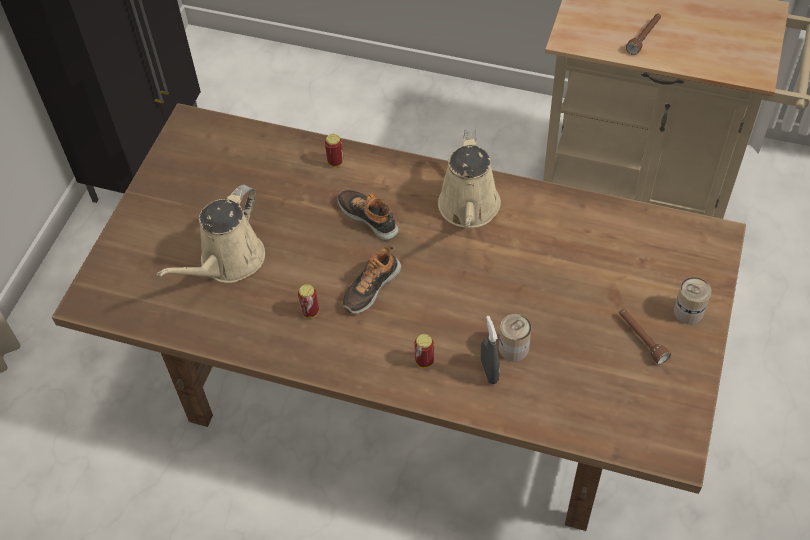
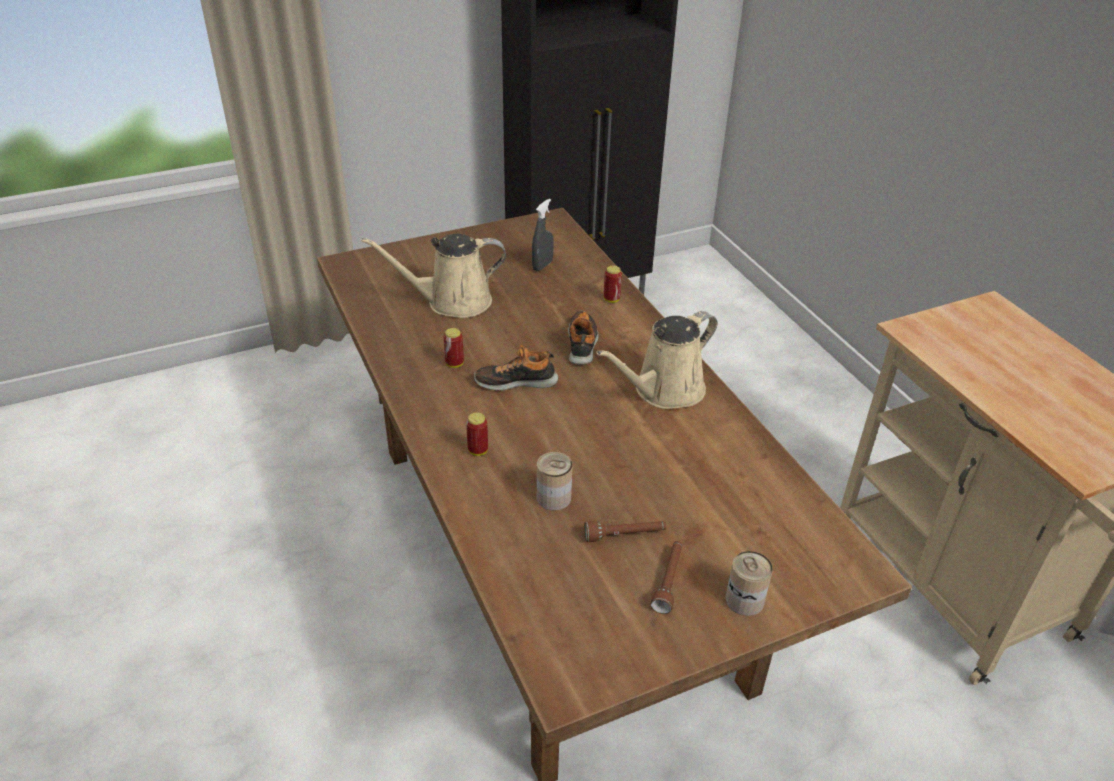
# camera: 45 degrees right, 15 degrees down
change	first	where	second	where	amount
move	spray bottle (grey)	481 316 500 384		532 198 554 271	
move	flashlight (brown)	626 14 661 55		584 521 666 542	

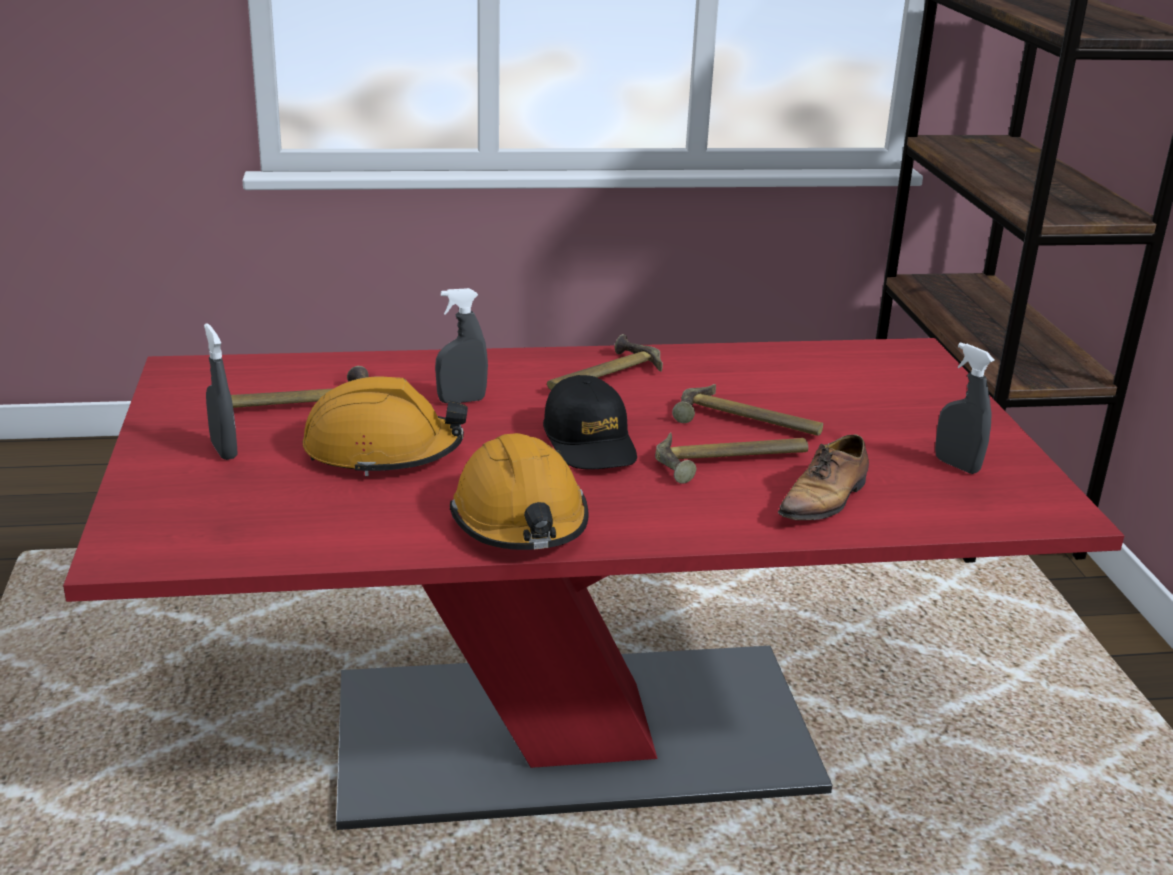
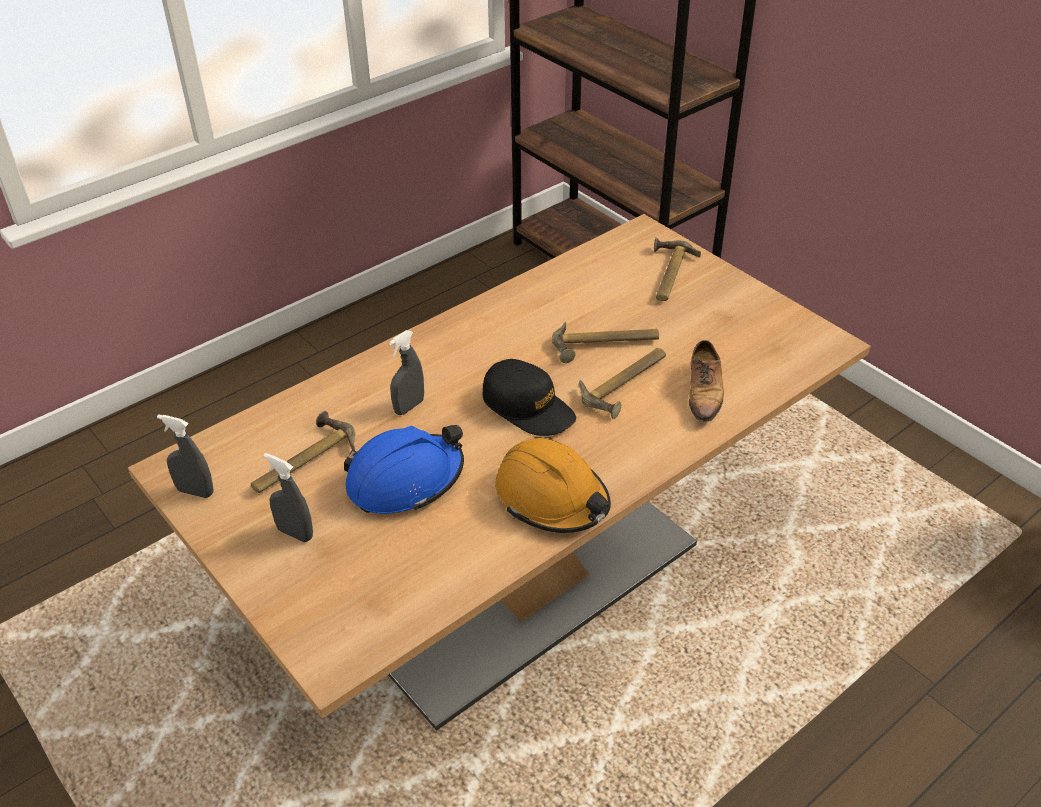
# camera: 30 degrees left, 15 degrees up
change	first	where	second	where	amount
recolor	dining table (red)	63 338 1125 830	dining table (beige)	128 214 870 731	
move	spray bottle (grey)	935 342 994 474		157 414 214 498	
recolor	hard hat (orange)	303 376 468 476	hard hat (blue)	344 425 464 514	
move	hammer	547 334 663 390		654 237 701 301	

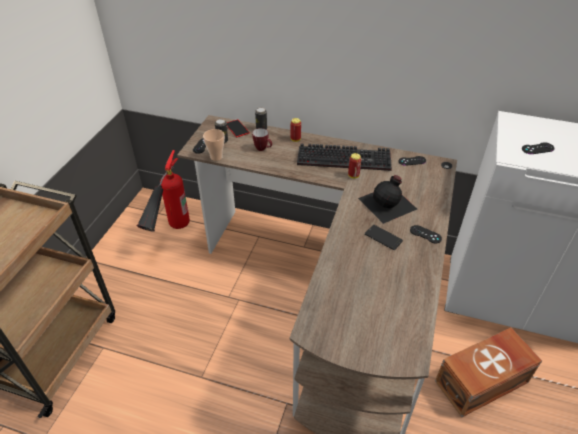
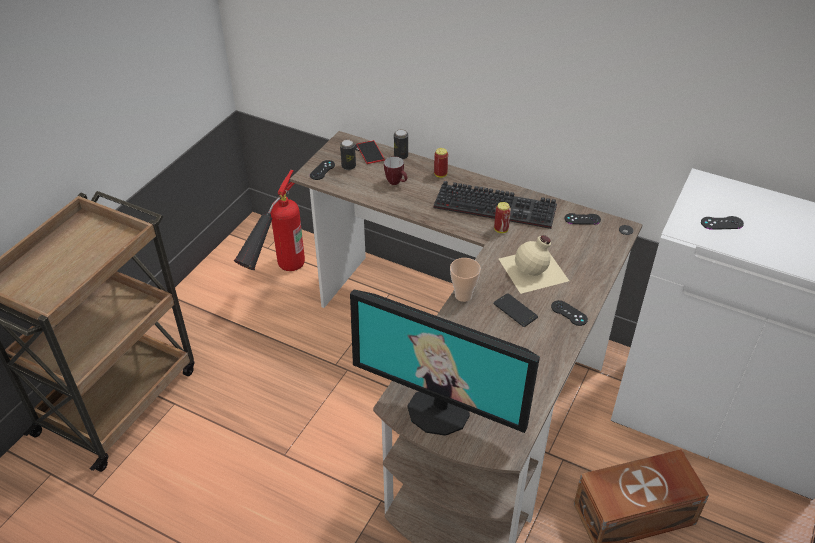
# camera: 10 degrees right, 0 degrees up
change	first	where	second	where	amount
insert			monitor	350 289 540 436	
move	cup	203 129 225 161		450 258 481 302	
recolor	bottle (black)	358 175 417 224	bottle (beige)	499 235 569 294	

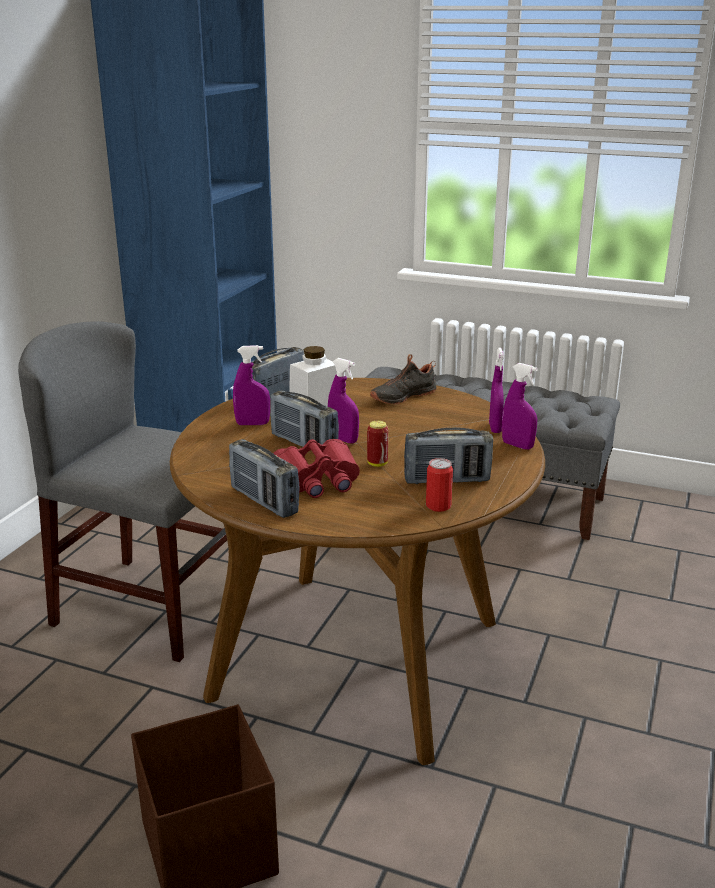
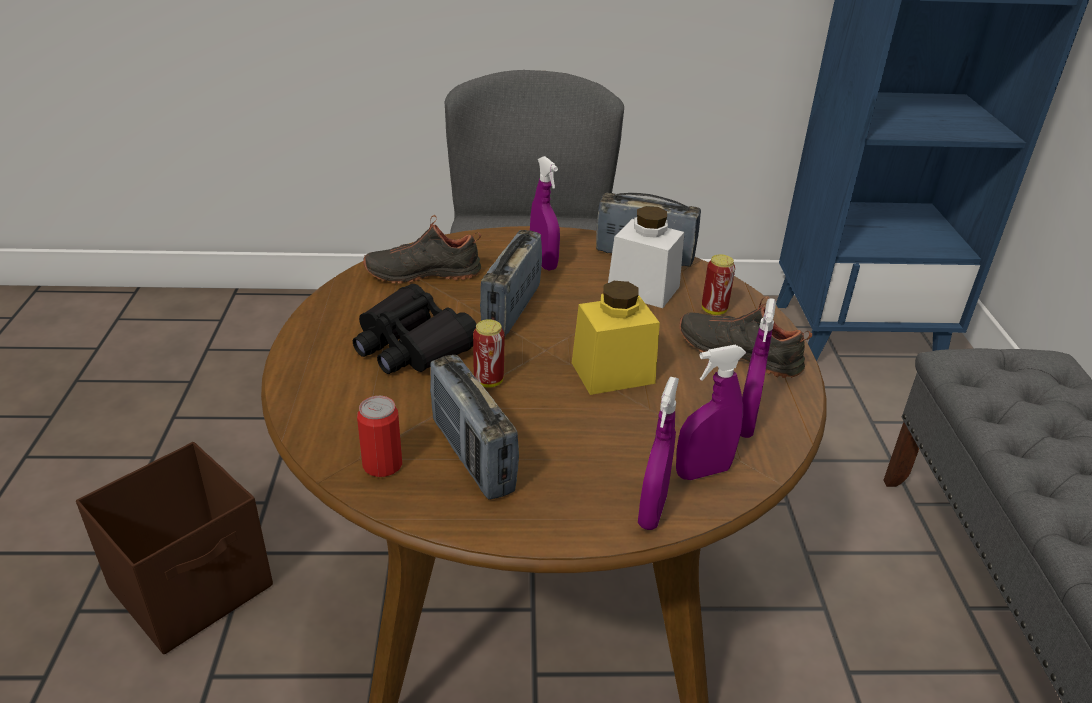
# camera: 65 degrees right, 10 degrees up
change	first	where	second	where	amount
recolor	binoculars (red)	273 439 360 498	binoculars (black)	353 284 477 374	
insert			shoe (black)	363 215 481 284	
insert			jar (yellow)	572 281 660 395	
insert			can	702 254 735 315	
move	spray bottle (purple)	328 358 359 444		740 298 776 438	
delete	radio	229 439 299 518			

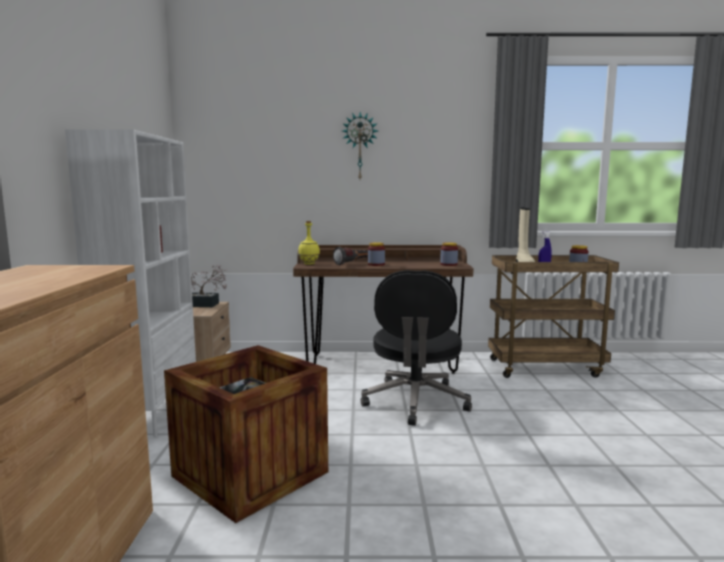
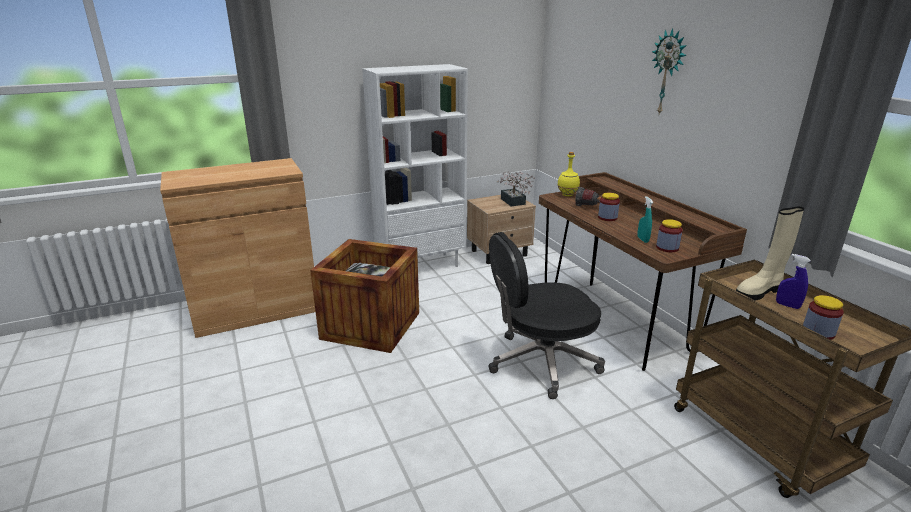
# camera: 65 degrees right, 15 degrees up
change	first	where	second	where	amount
insert			spray bottle (turquoise)	637 196 653 243	

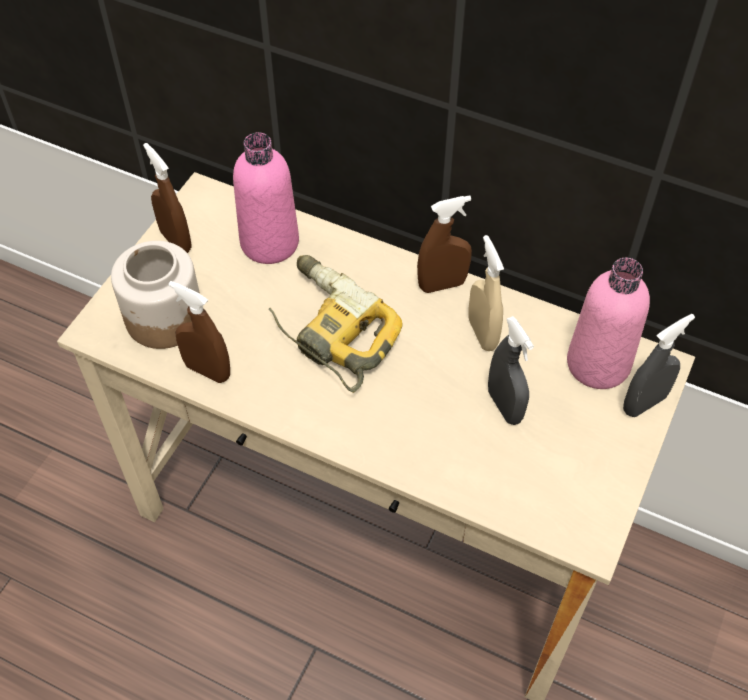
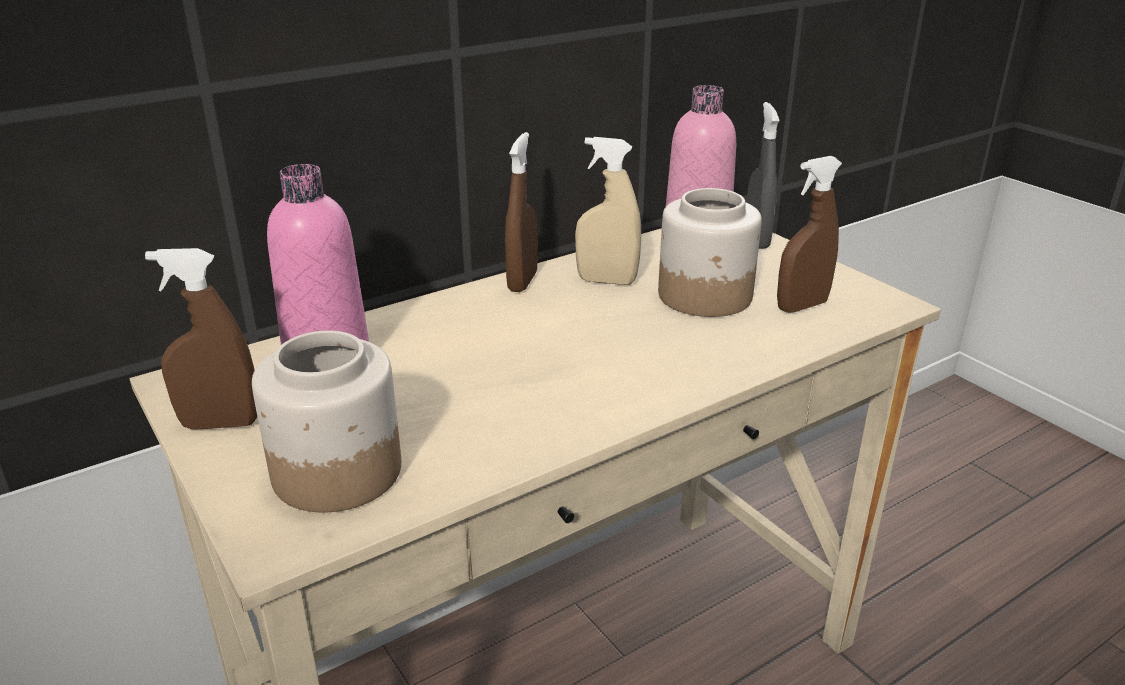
# camera: 60 degrees left, 25 degrees down
change	first	where	second	where	amount
replace	spray bottle (grey)	488 316 534 425	jar	658 188 762 317	
move	spray bottle (brown)	168 281 230 383		777 156 842 313	
delete	power drill	269 255 403 393			

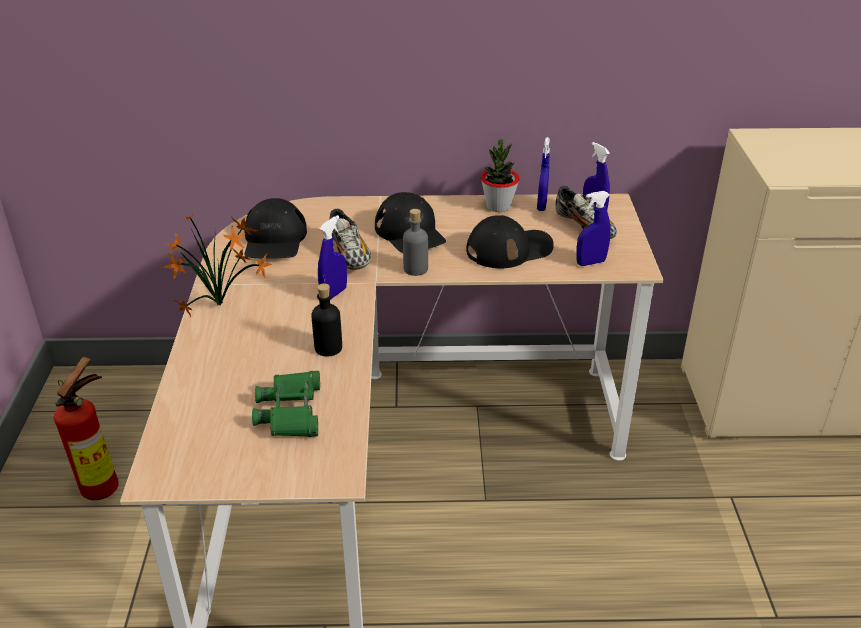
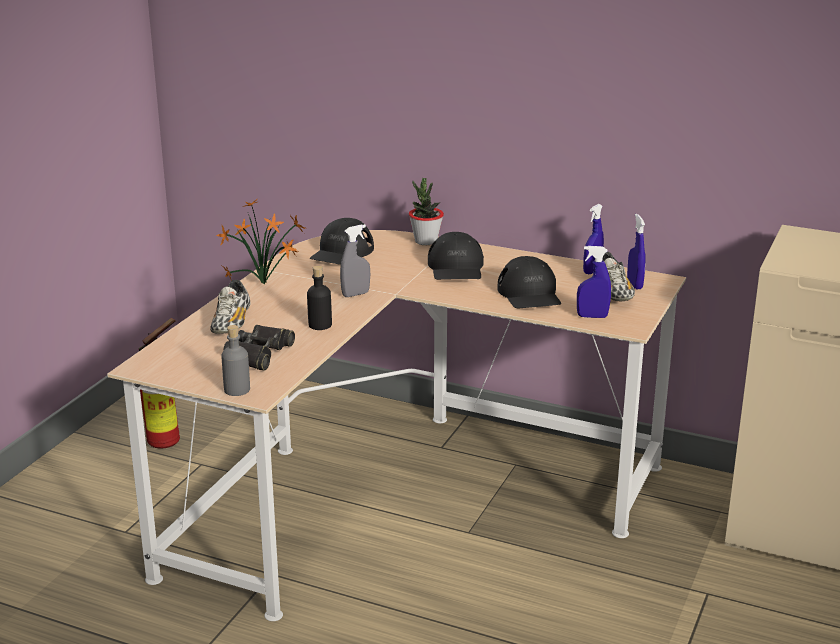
# camera: 25 degrees right, 10 degrees down
change	first	where	second	where	amount
move	shoe	329 209 371 270		210 280 251 334	
move	bottle (grey)	403 209 428 276		221 325 250 396	
recolor	binoculars (green)	252 371 320 437	binoculars (black)	223 325 295 371	
recolor	spray bottle (blue)	318 215 347 300	spray bottle (grey)	340 224 370 297	
move	potted plant	481 139 520 212		409 178 444 245	
rotate	cap (black)	466 215 554 268		497 256 561 308	75 degrees clockwise

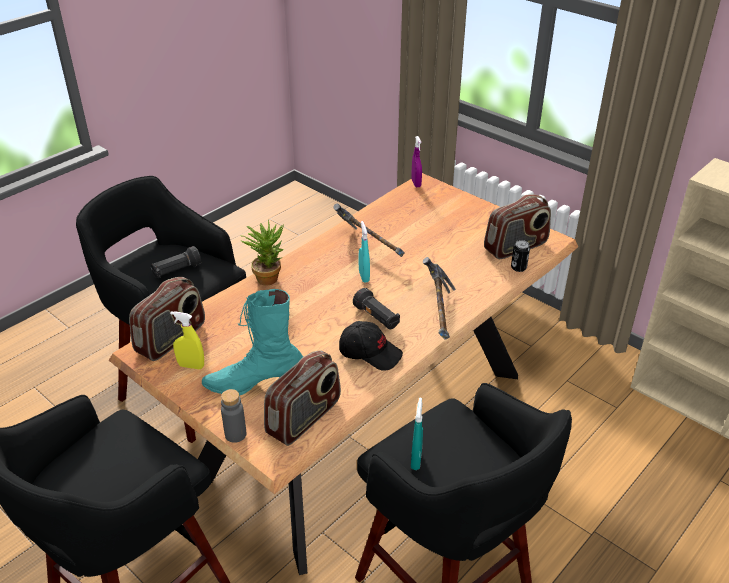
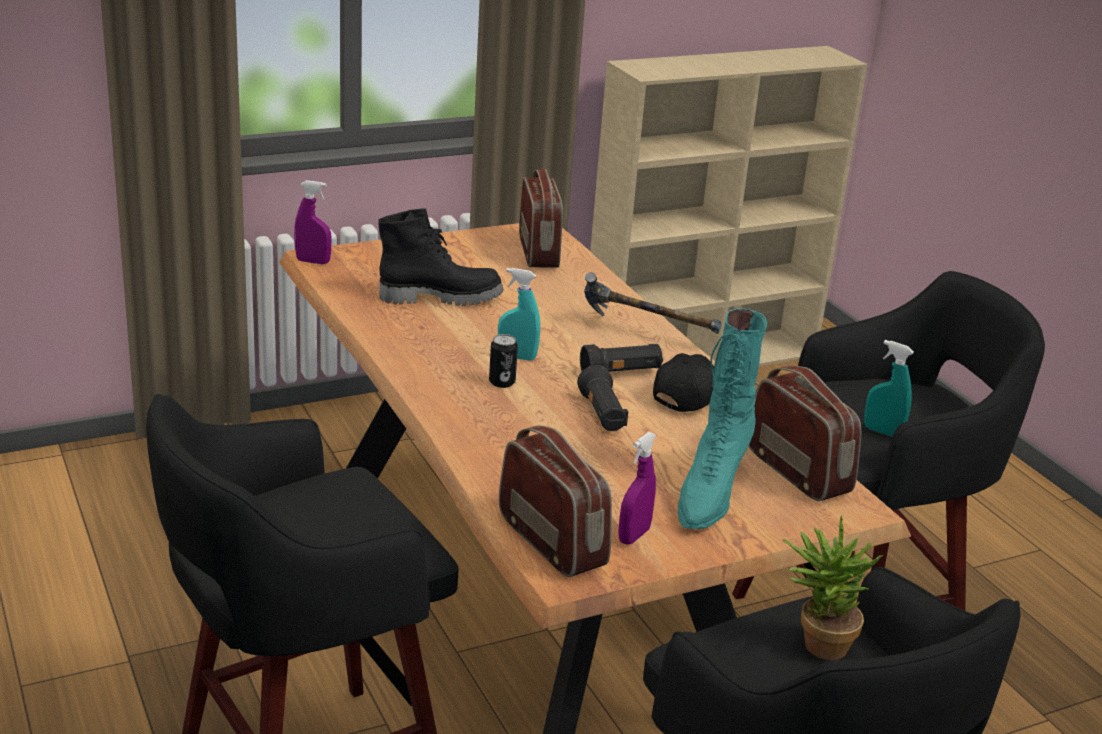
# camera: 70 degrees left, 10 degrees down
change	first	where	second	where	amount
insert			boot (black)	378 208 504 306	
move	can	511 240 530 272		489 334 518 388	
move	flashlight (black)	150 246 202 278		577 365 628 431	
recolor	spray bottle (yellow)	170 311 204 369	spray bottle (purple)	618 432 656 545	
move	potted plant	240 220 284 286		783 516 883 660	
delete	bottle (grey)	221 389 246 443			
delete	hammer	333 204 404 257			

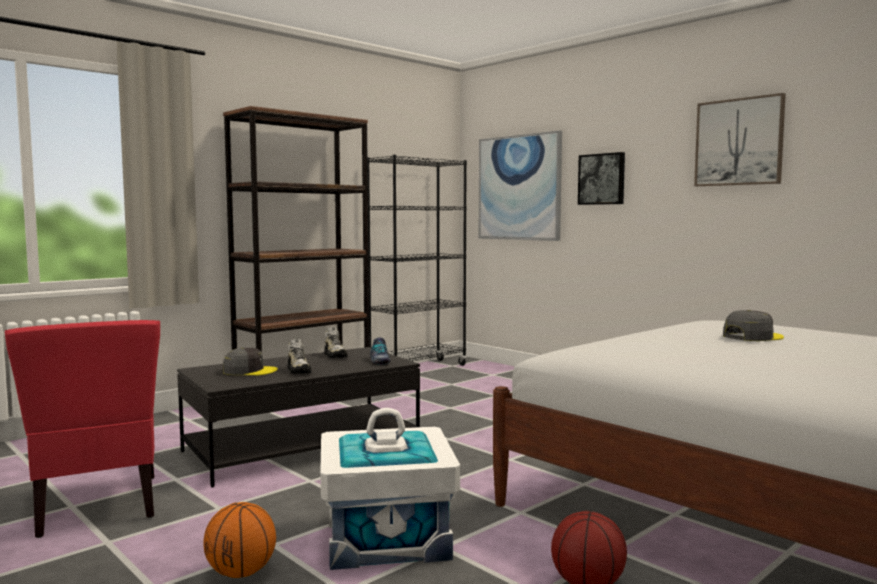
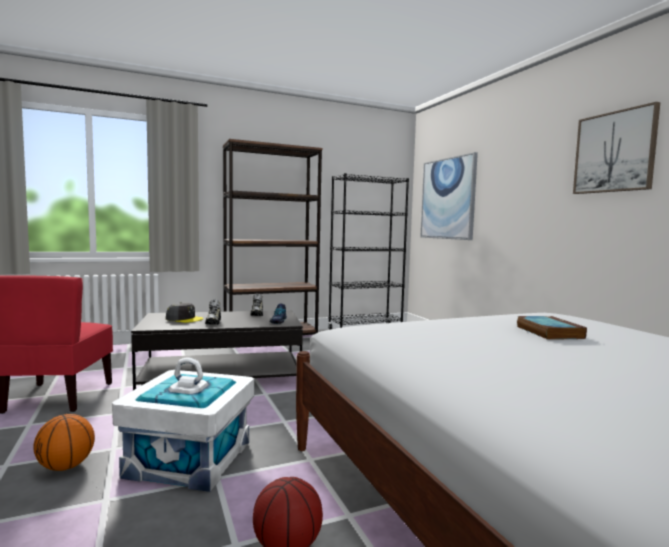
# camera: 20 degrees right, 0 degrees up
change	first	where	second	where	amount
replace	cap (grey)	723 310 784 341	book	517 316 587 340	
delete	picture	578 152 625 205			

